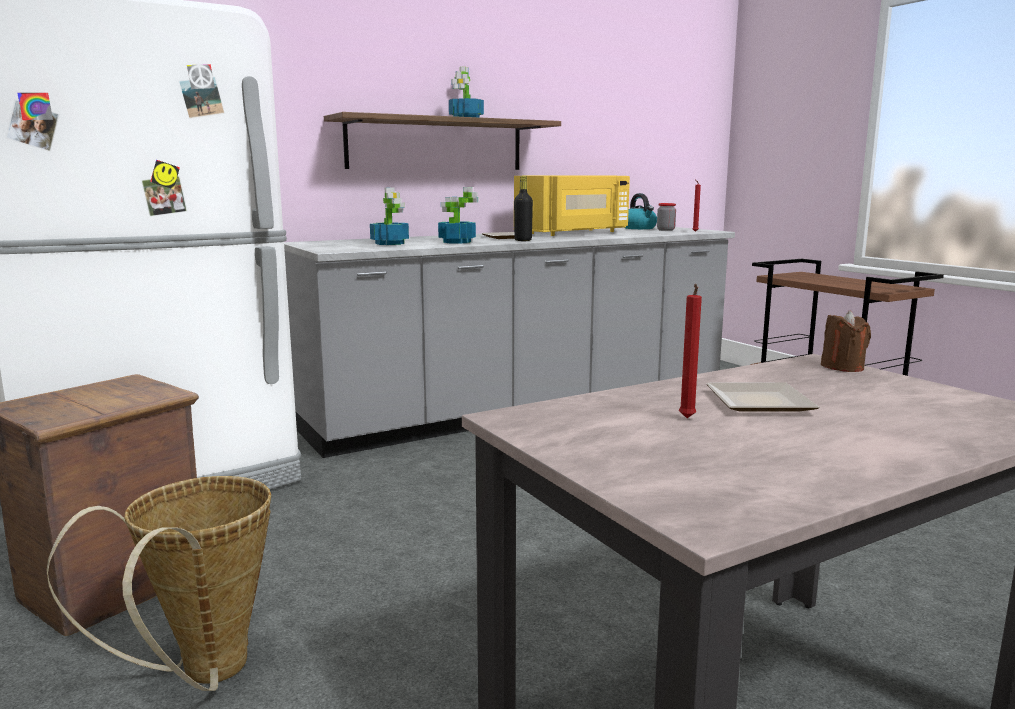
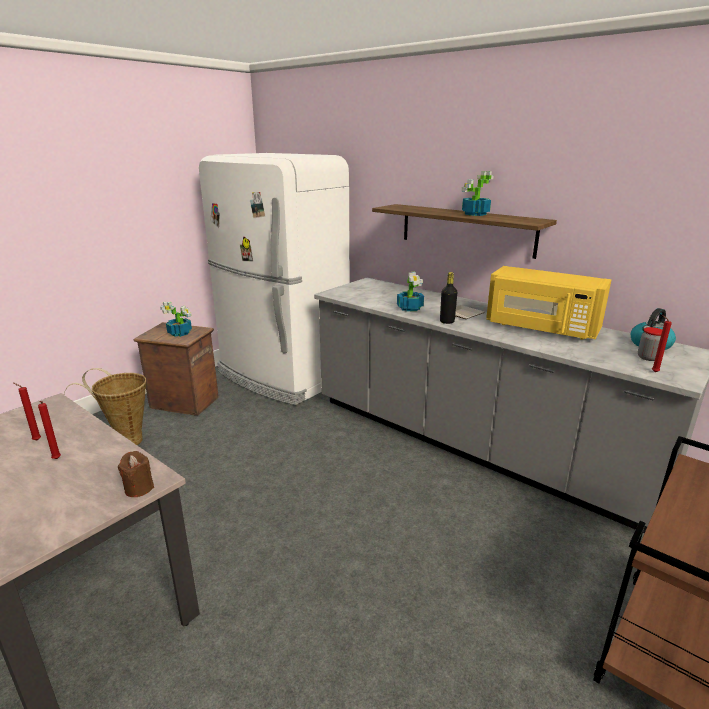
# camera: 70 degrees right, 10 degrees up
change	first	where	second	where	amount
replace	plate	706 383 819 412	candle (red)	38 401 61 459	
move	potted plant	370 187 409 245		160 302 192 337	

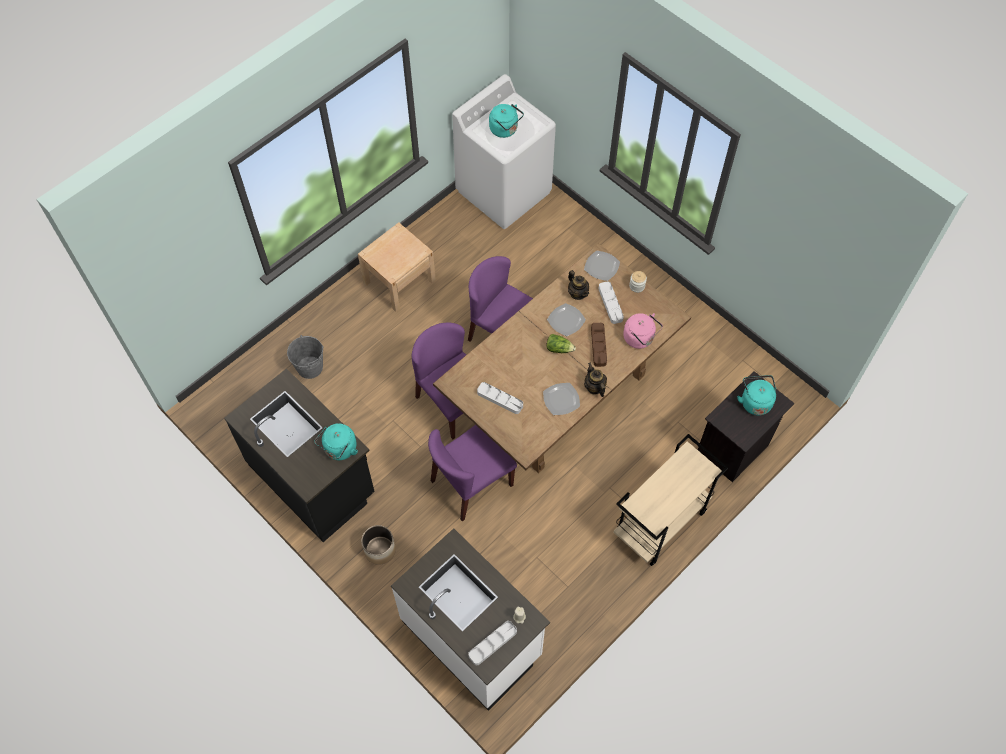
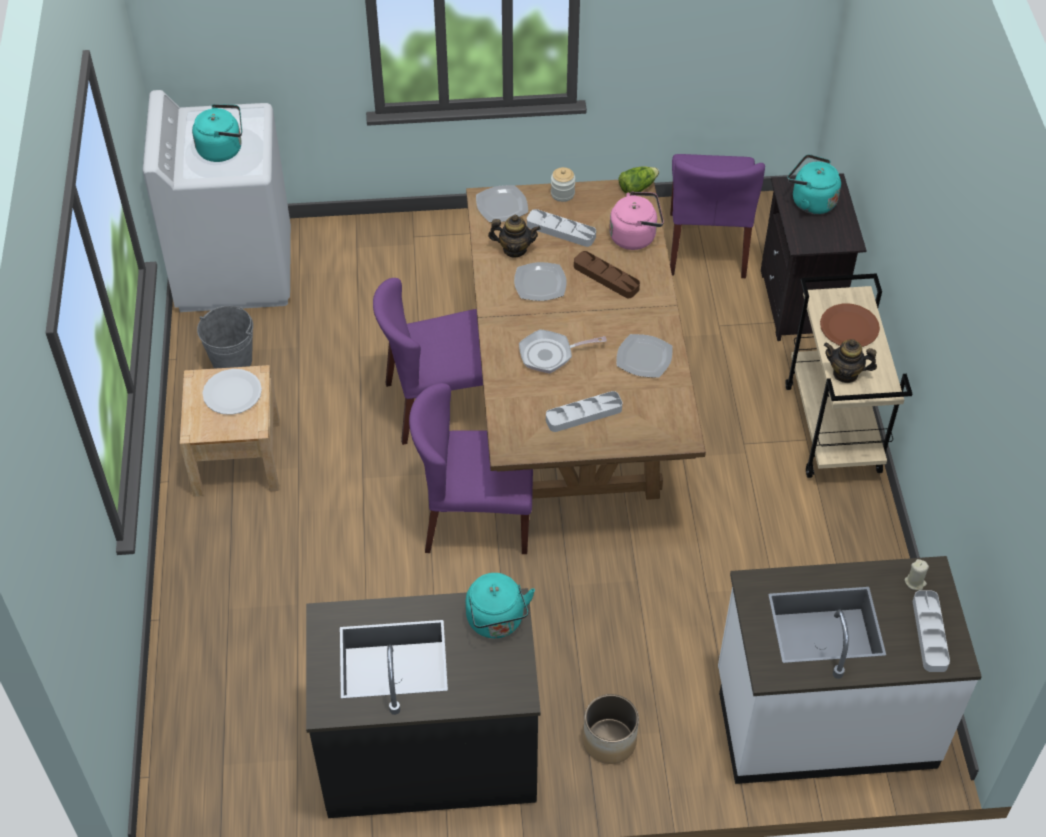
# camera: 50 degrees left, 10 degrees down
change	first	where	second	where	amount
move	bucket (grey)	287 335 324 379		197 306 253 369	
insert			plate (white)	202 369 262 415	
insert			frying pan	519 329 607 374	
move	lettuce	546 334 576 353		619 166 659 194	
move	chair (purple)	428 425 517 521		670 154 765 278	
insert			plate (brown)	820 304 880 347	
move	teapot	584 363 607 397		824 339 877 383	

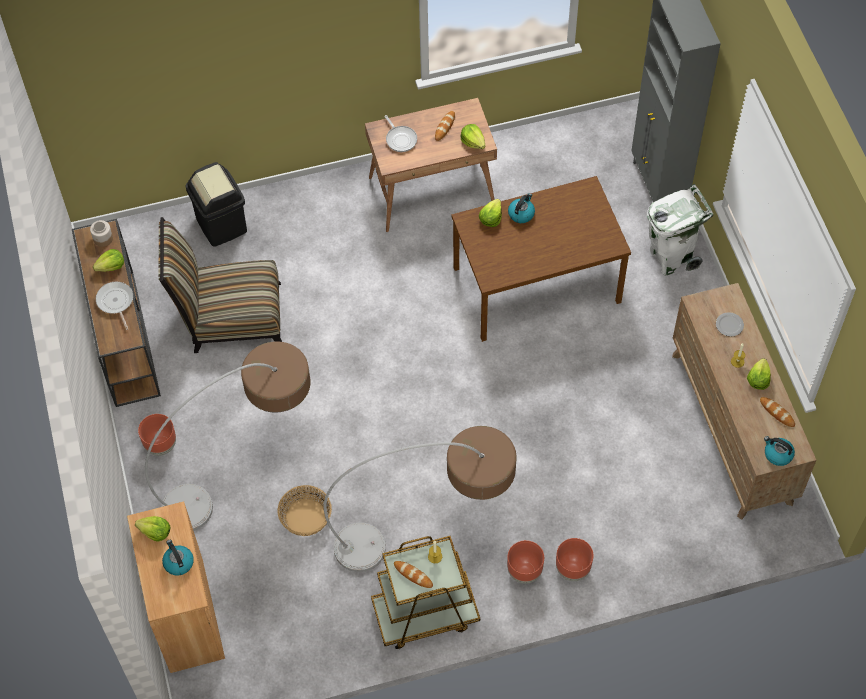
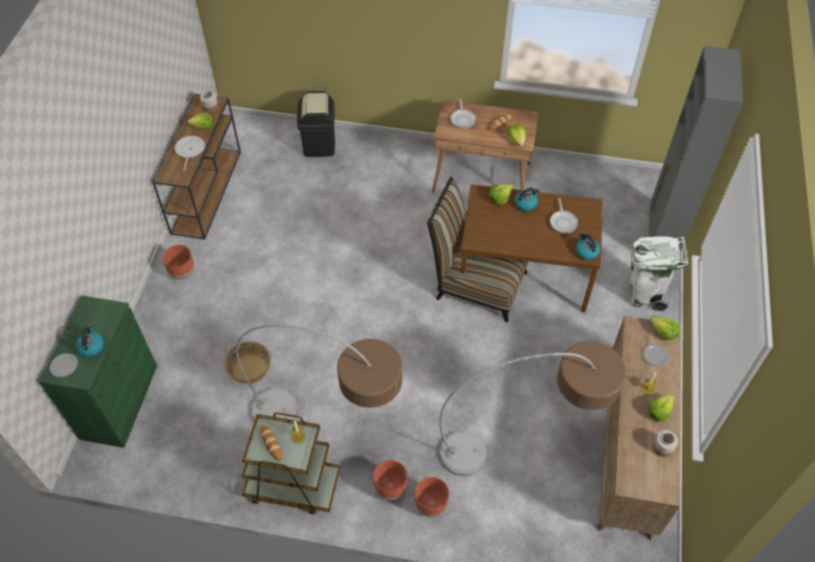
# camera: 25 degrees right, 5 degrees down
change	first	where	second	where	amount
recolor	cabinet (brown)	127 501 225 673	cabinet (green)	39 295 157 448	
insert			plate	50 354 78 377	
move	chair	158 217 282 353		427 177 528 322	
move	floor lamp	145 341 311 531		440 341 626 476	
insert			frying pan	550 198 578 234	
move	kettle	764 436 795 466		576 233 600 260	
move	lettuce	135 516 171 542		650 316 679 340	
replace	bread	760 397 795 427	jar	653 430 678 457	

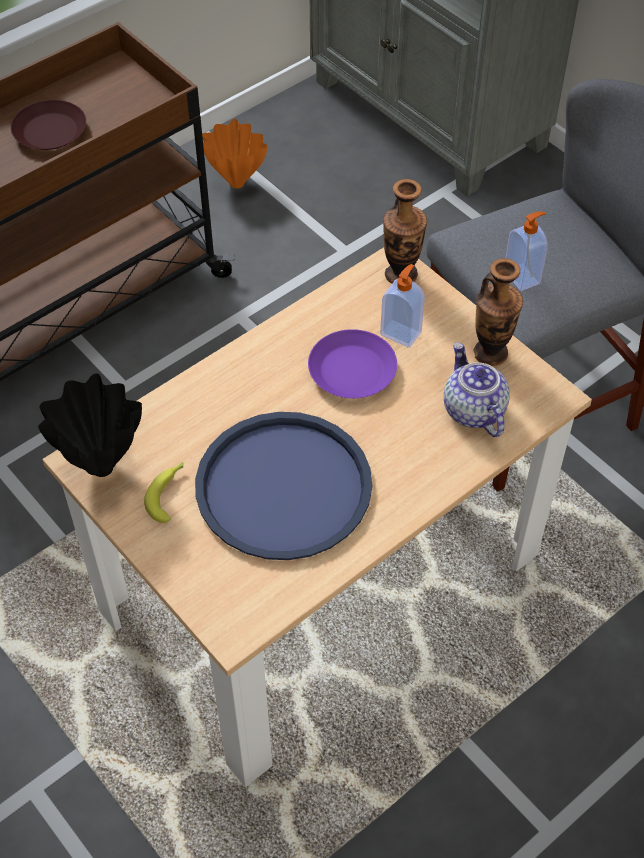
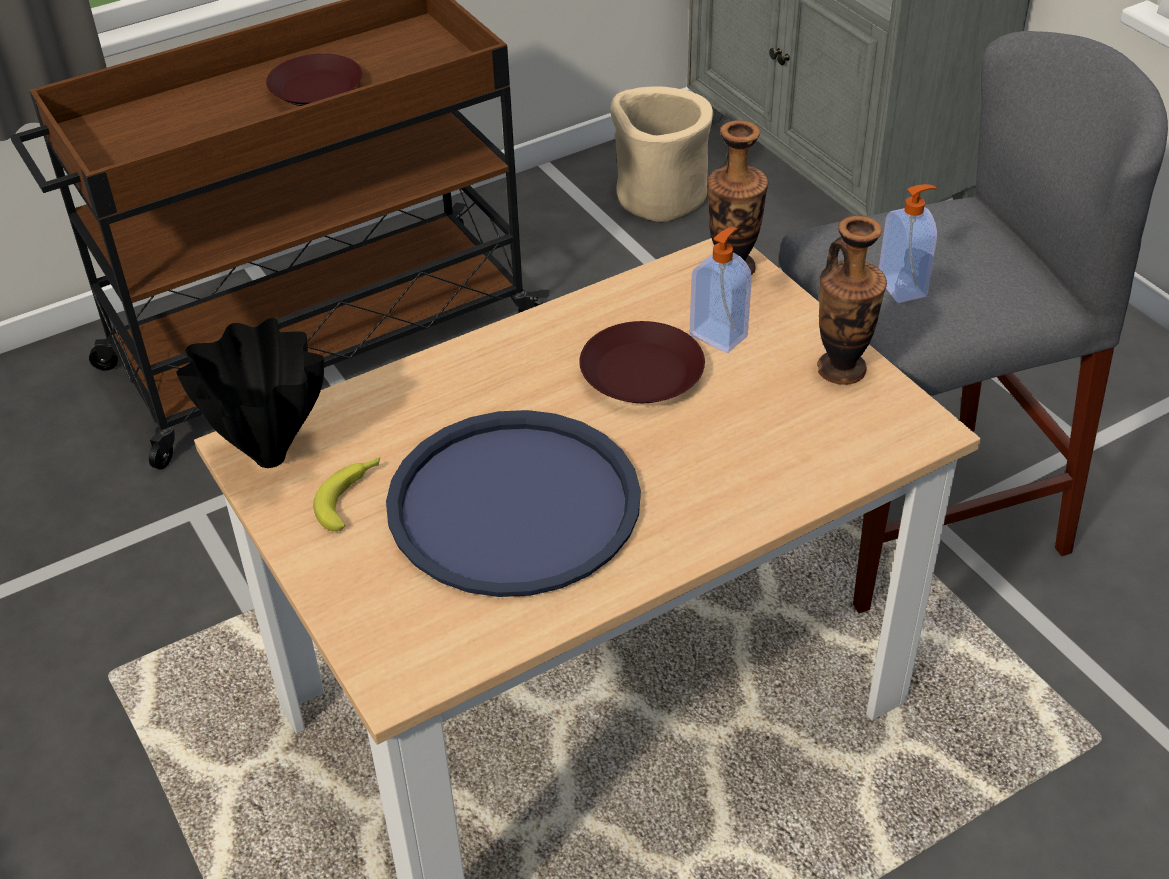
# camera: 10 degrees right, 10 degrees down
change	first	where	second	where	amount
recolor	plate (purple)	308 329 397 398	plate (brown)	579 321 705 403	
insert			planter (beige)	610 86 713 222	
delete	vase (orange)	202 119 267 189			
delete	teapot	444 342 510 437			

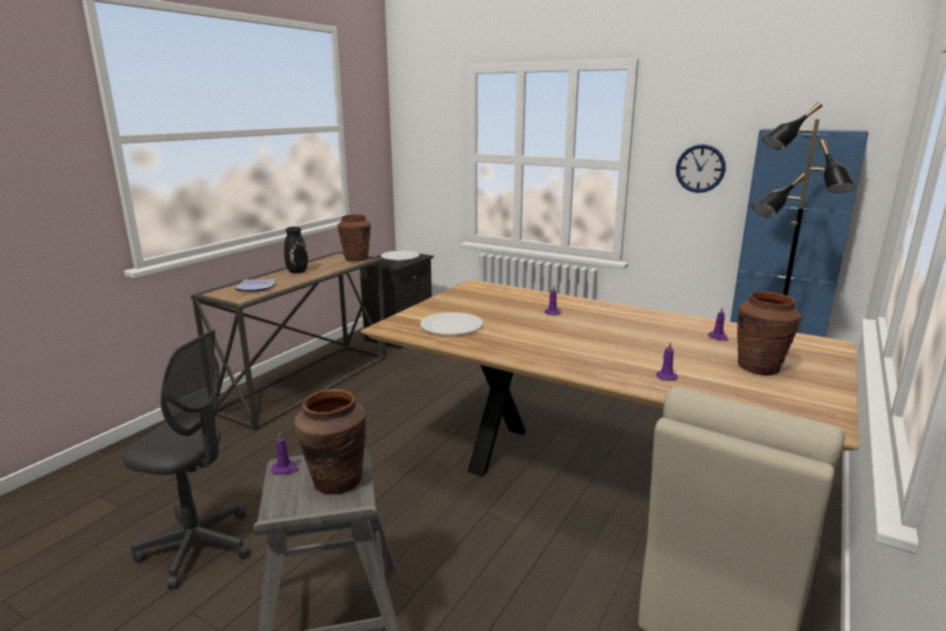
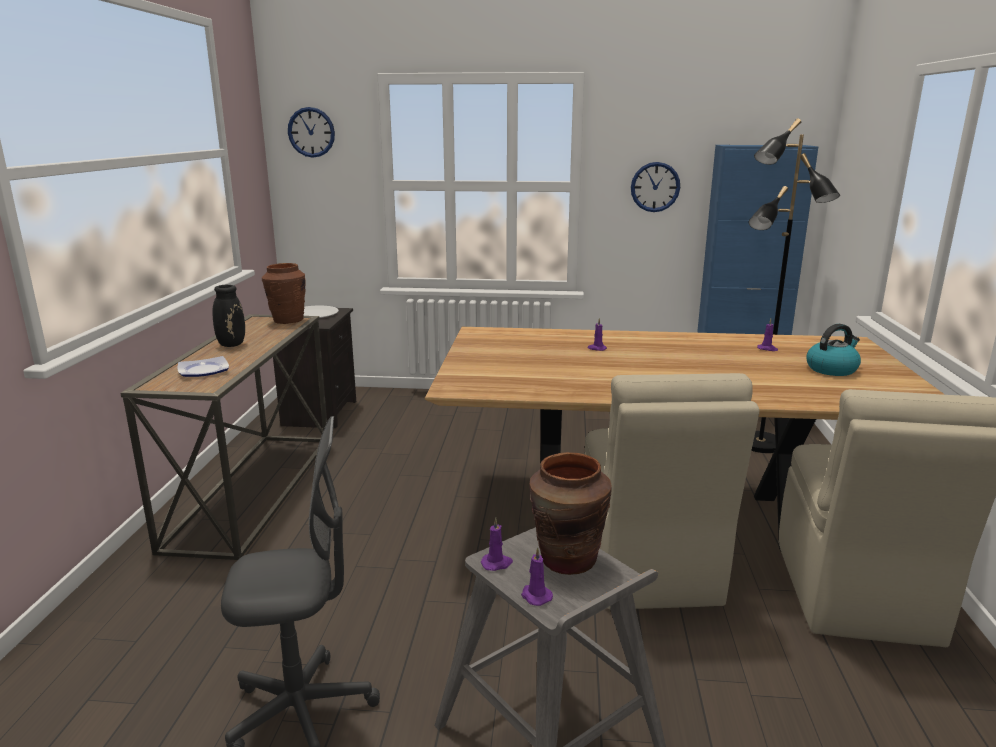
# camera: 25 degrees left, 0 degrees up
change	first	where	second	where	amount
insert			wall clock	288 107 335 158	
move	candle (purple)	656 341 678 381		521 547 553 606	
insert			chair (beige)	584 373 759 609	
replace	vase (brown)	737 291 801 375	kettle	806 324 861 376	
delete	plate (white)	420 312 483 335			

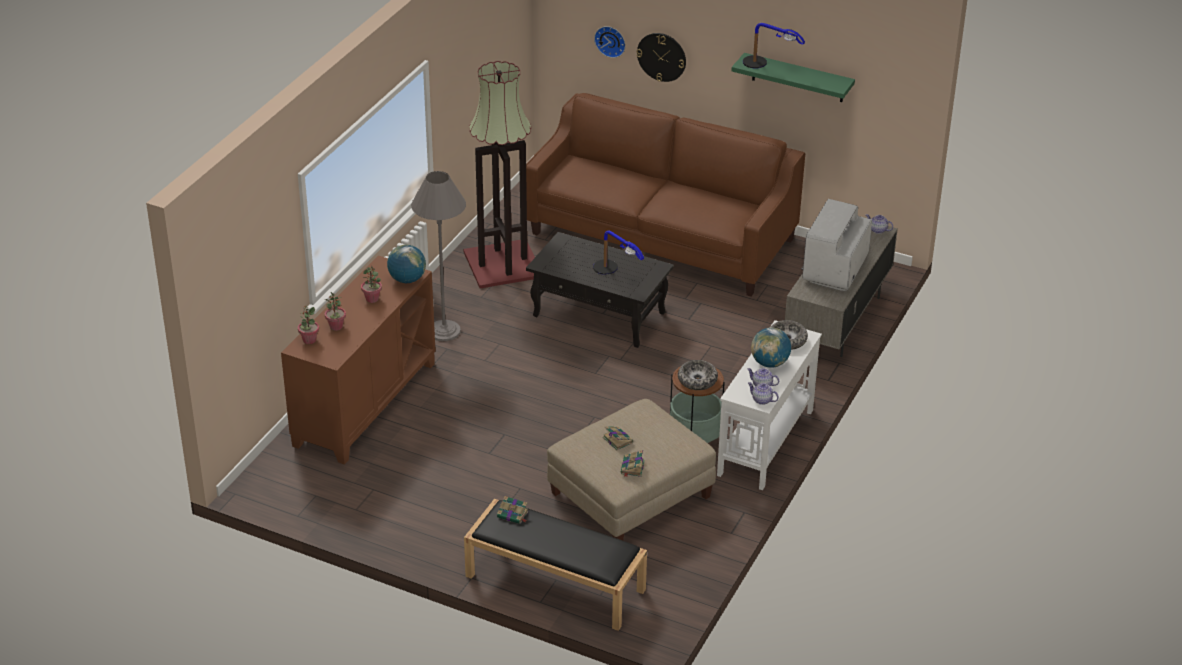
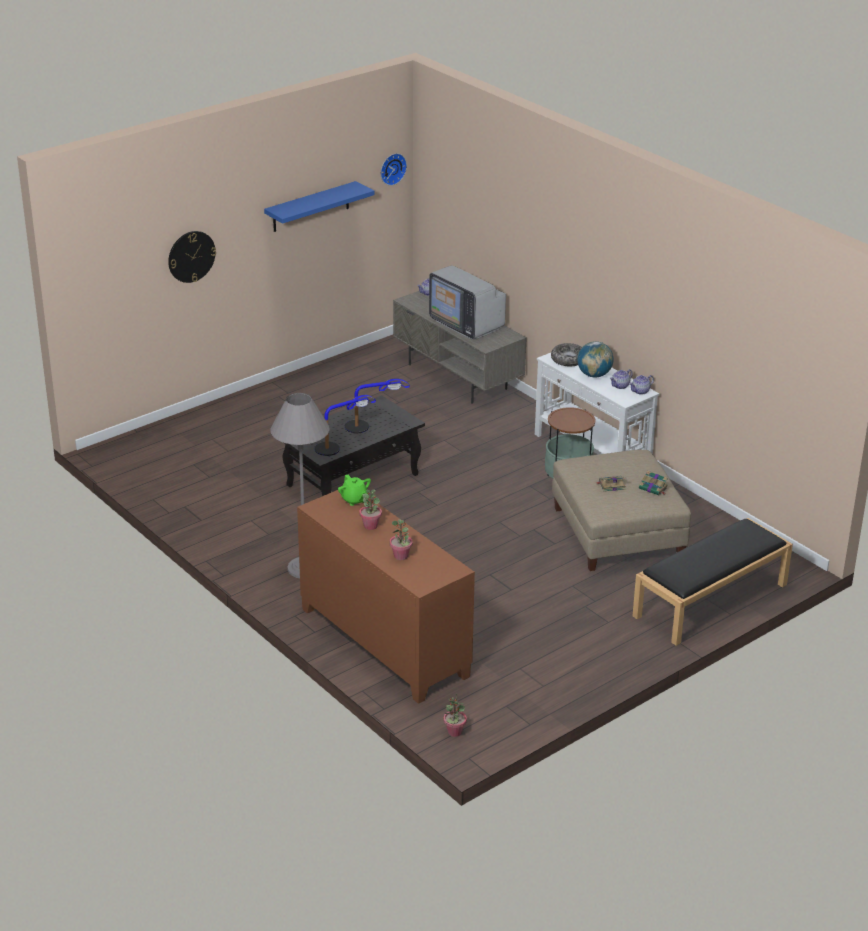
# camera: 65 degrees left, 5 degrees down
change	first	where	second	where	amount
recolor	shelf (green)	732 53 855 102	shelf (blue)	264 181 374 232	
move	table lamp	743 23 805 69		315 395 376 456	
replace	globe	387 245 426 283	teapot (green)	338 474 371 506	
move	wall clock	594 26 626 58		381 153 407 186	
move	potted plant	298 306 319 344		443 694 467 737	
delete	floor lamp	463 61 535 288			
delete	book	497 496 529 524			
delete	sofa (brown)	526 93 805 296			
delete	bowl	678 360 718 390			

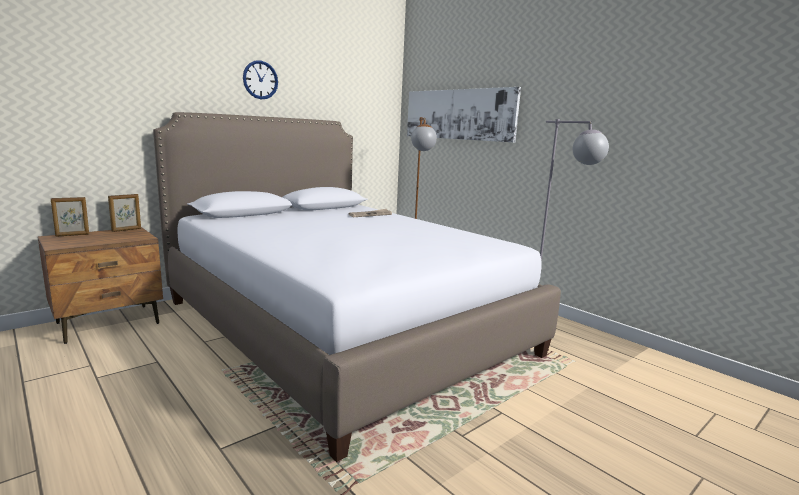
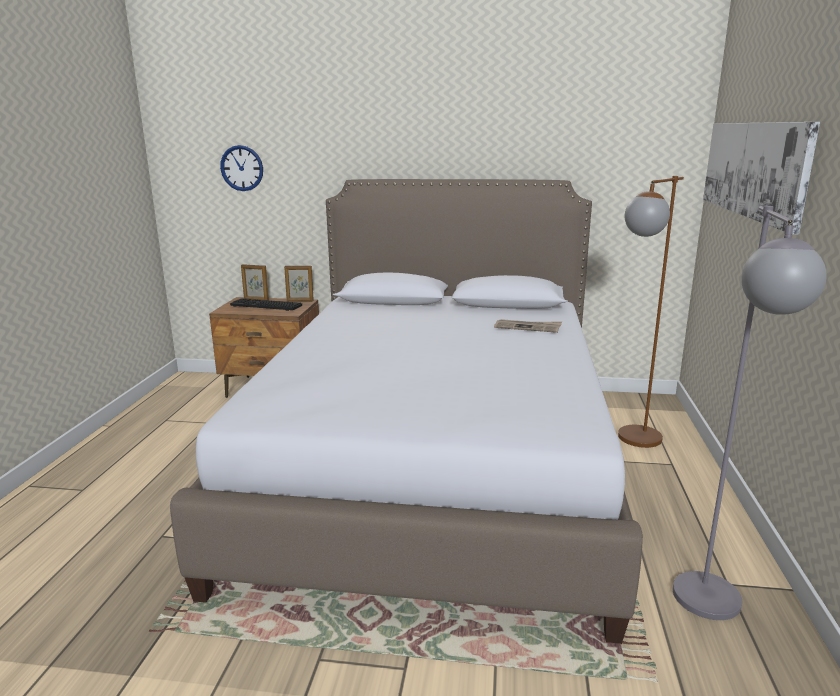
# camera: 50 degrees right, 5 degrees up
change	first	where	second	where	amount
move	wall clock	243 60 278 99		220 145 263 191	
insert			keyboard	230 298 302 311	

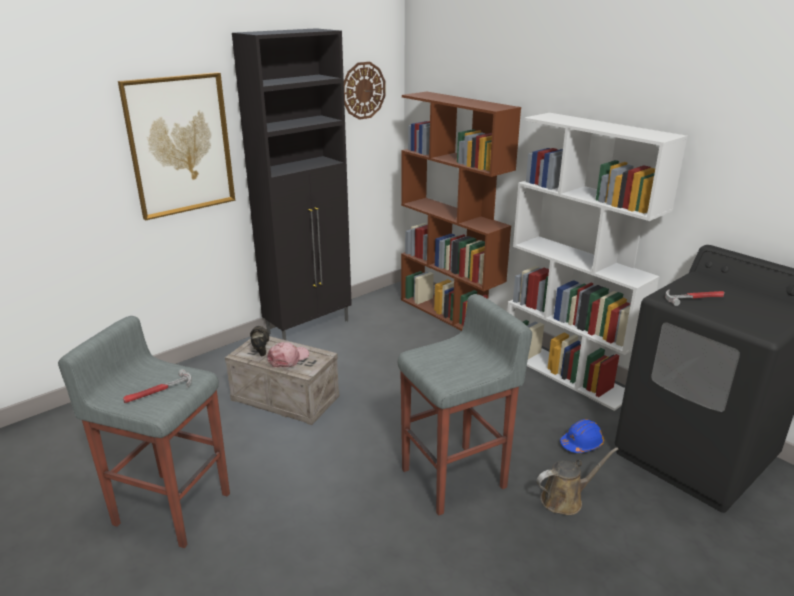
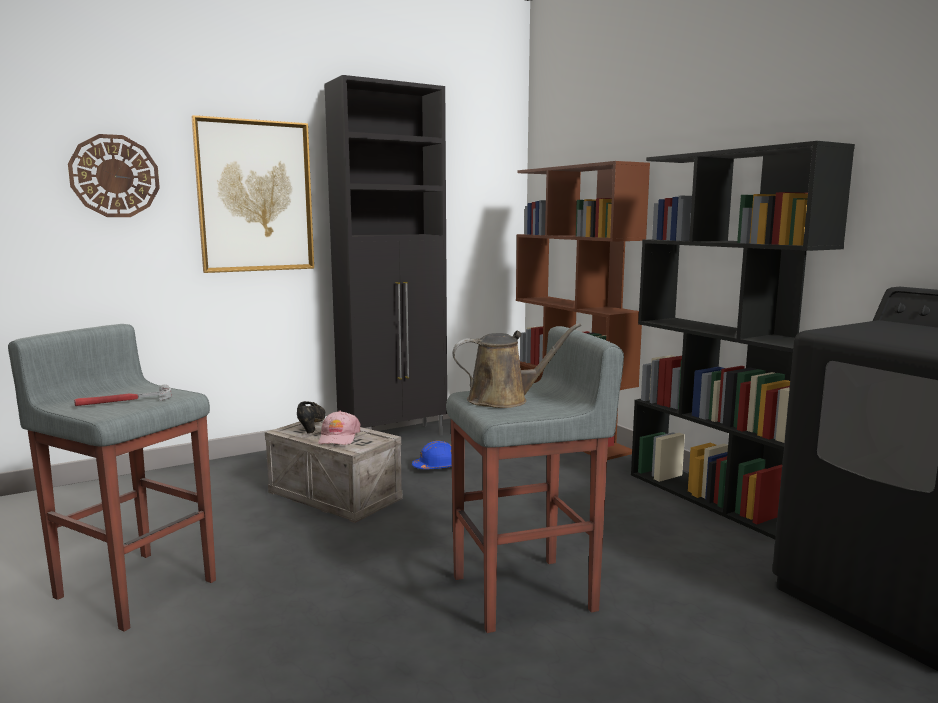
# camera: 10 degrees right, 15 degrees down
change	first	where	second	where	amount
move	wall clock	344 62 386 120		68 134 160 217	
rotate	cap (pink)	267 342 309 368		318 411 360 445	135 degrees clockwise
move	hard hat (blue)	560 419 604 453		412 441 452 469	
move	watering can (brown)	537 447 619 515		452 323 581 408	
recolor	bookcase (white)	507 113 688 411	bookcase (black)	631 141 855 539	
delete	hammer	665 289 724 306			

